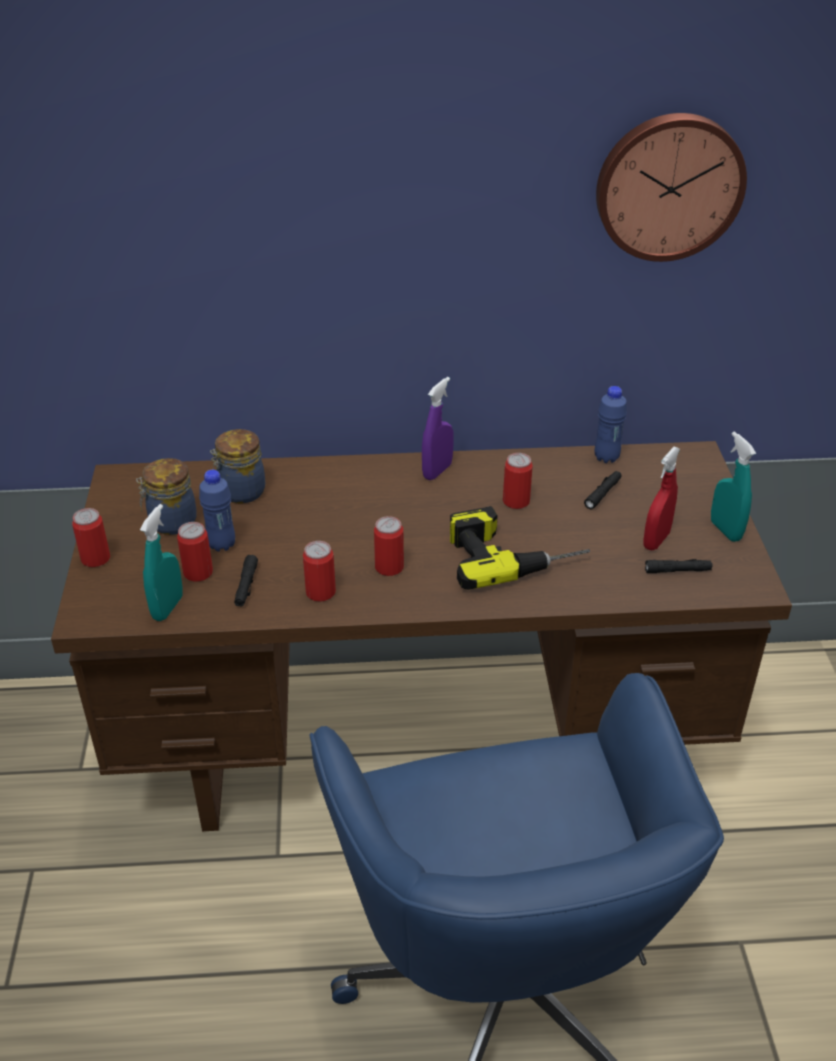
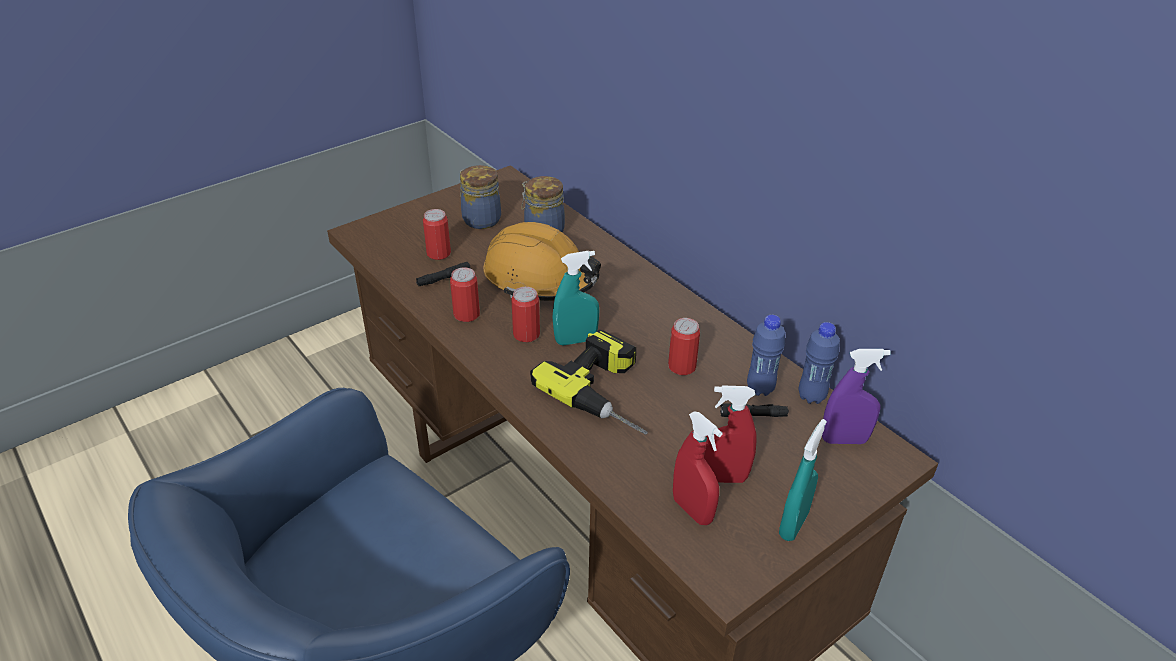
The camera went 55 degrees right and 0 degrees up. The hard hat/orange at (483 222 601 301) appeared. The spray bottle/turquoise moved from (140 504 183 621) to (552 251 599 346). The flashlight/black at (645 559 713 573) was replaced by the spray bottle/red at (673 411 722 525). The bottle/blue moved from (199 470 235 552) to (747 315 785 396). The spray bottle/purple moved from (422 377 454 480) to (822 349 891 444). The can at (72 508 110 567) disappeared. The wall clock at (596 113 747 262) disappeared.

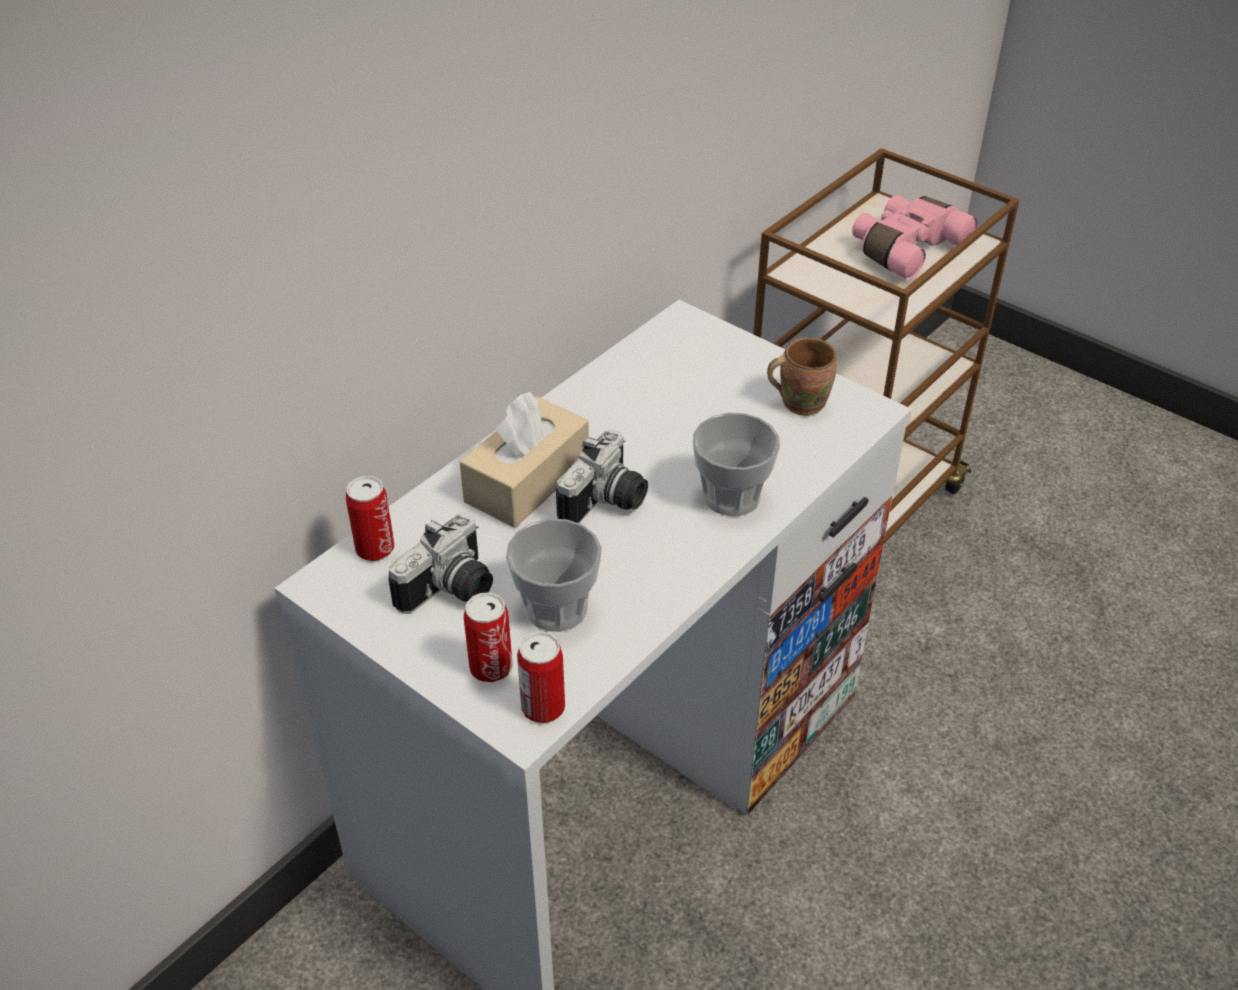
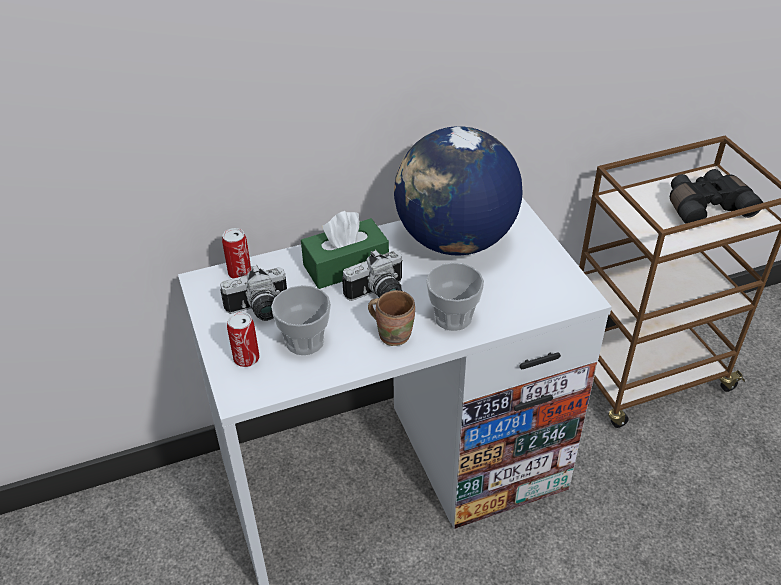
The camera went 30 degrees right and 0 degrees up. The tissue box/beige at (460 392 589 528) became the tissue box/green at (301 211 389 289). The mug/brown moved from (767 337 836 416) to (368 290 415 346). The globe at (394 126 523 256) appeared. The binoculars/pink at (852 195 978 279) became the binoculars/black at (670 169 763 224). The can at (517 631 565 723) disappeared.

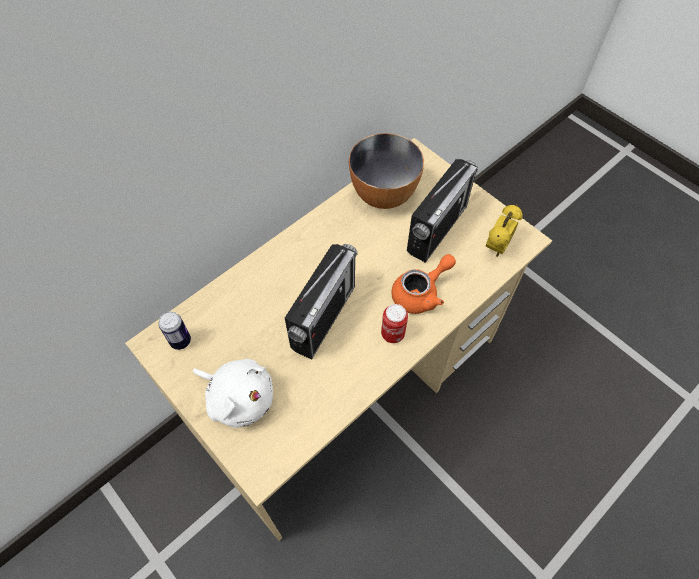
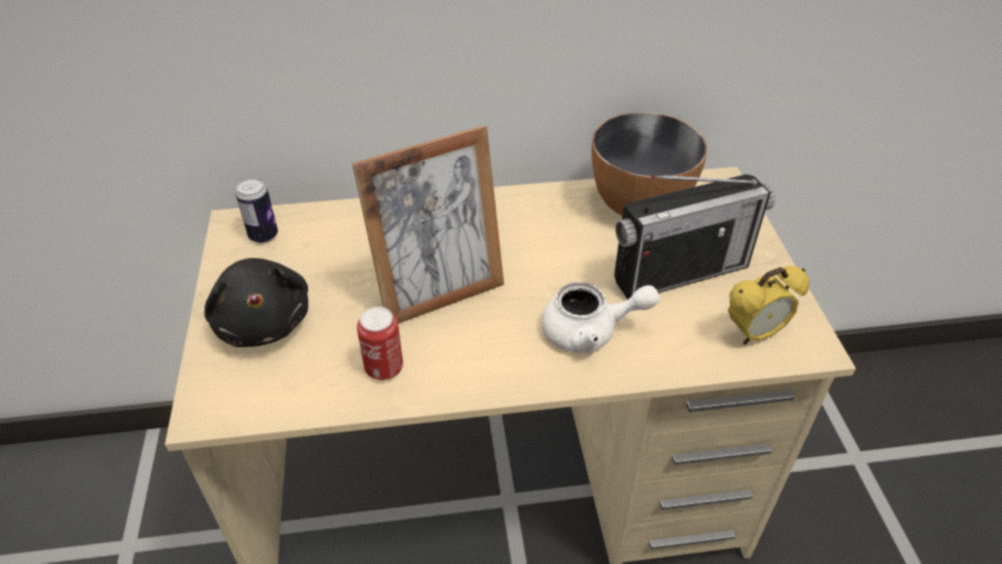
The camera went 35 degrees right and 15 degrees down. The plush toy/white at (193 359 273 428) became the plush toy/black at (204 258 308 347). The radio at (285 244 358 360) was replaced by the picture frame at (352 125 504 324). The can moved from (381 304 408 343) to (357 307 403 380). The teapot/orange at (391 254 456 314) became the teapot/white at (541 282 660 353).

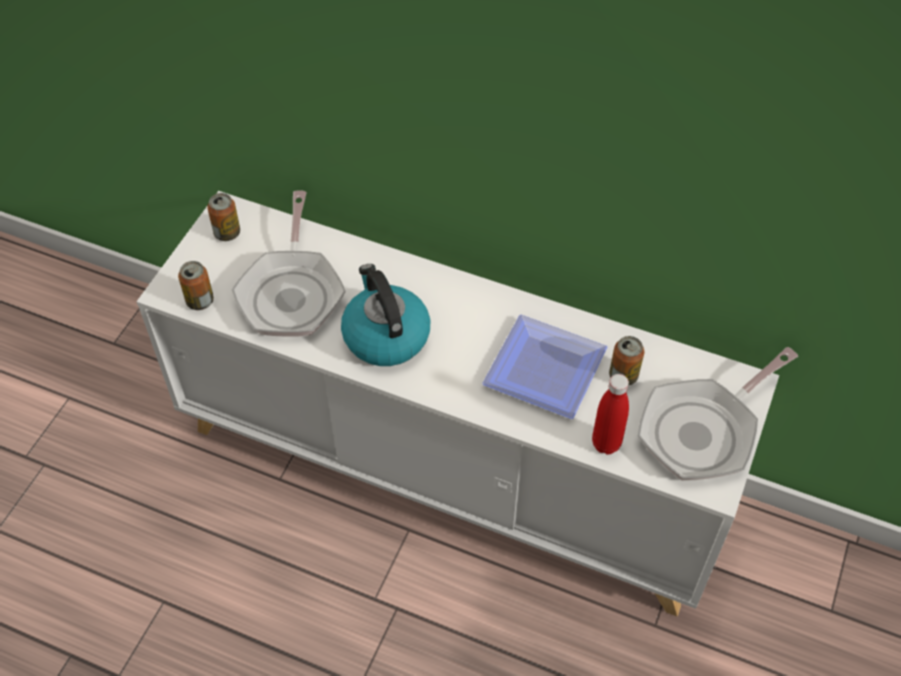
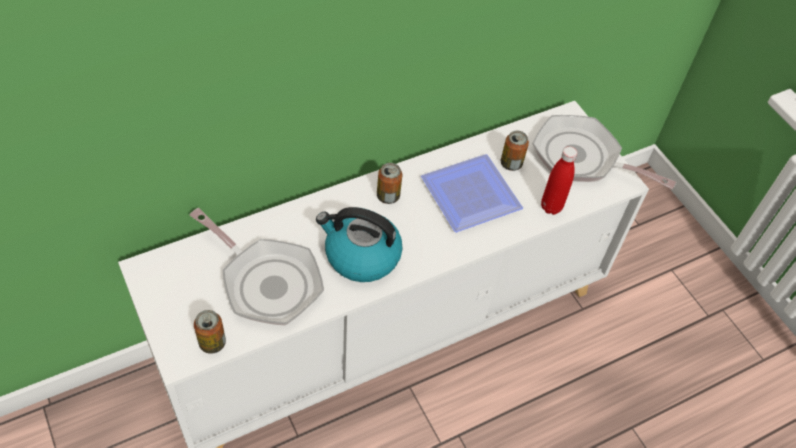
The camera went 55 degrees left and 0 degrees up. The can moved from (207 193 240 241) to (377 163 402 204). The frying pan at (637 347 798 481) turned 120 degrees clockwise.

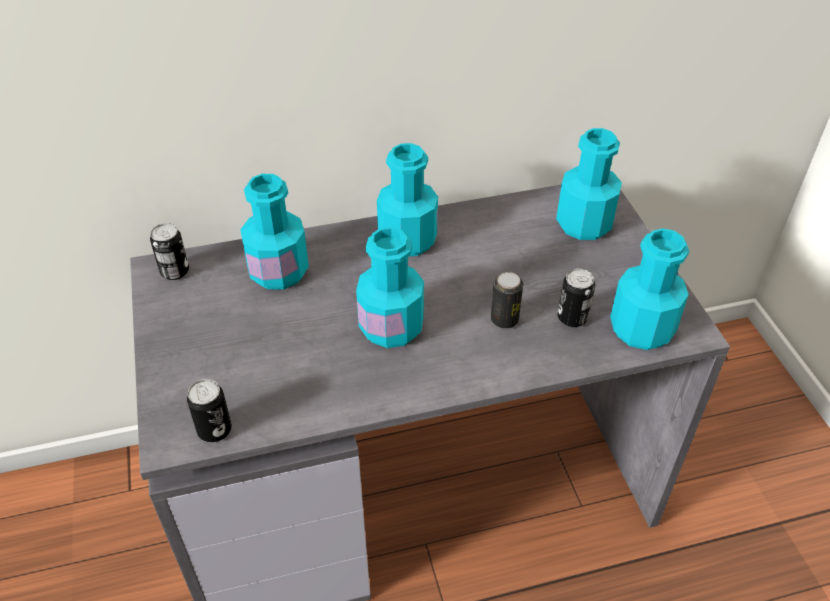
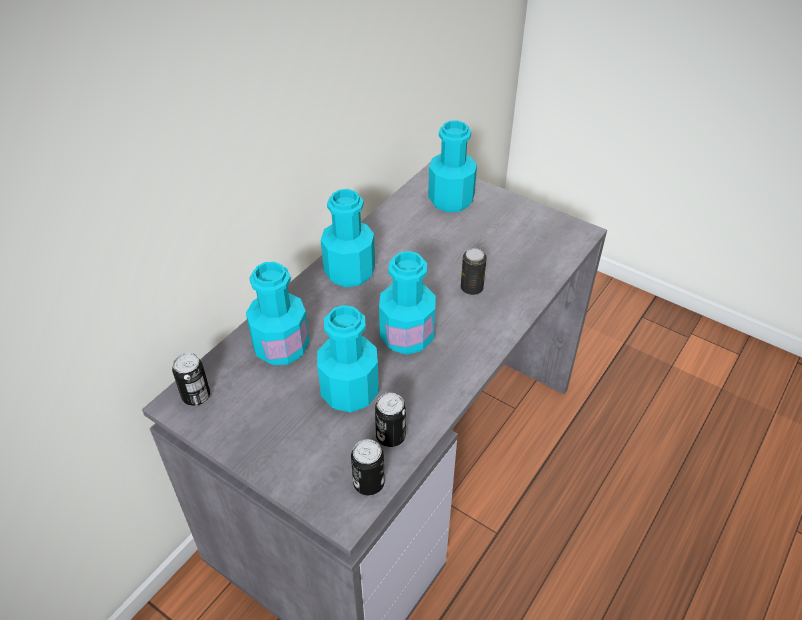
The camera went 40 degrees left and 0 degrees up. The bottle/turquoise moved from (610 228 689 350) to (317 305 379 412). The can moved from (558 269 595 327) to (375 393 406 447).

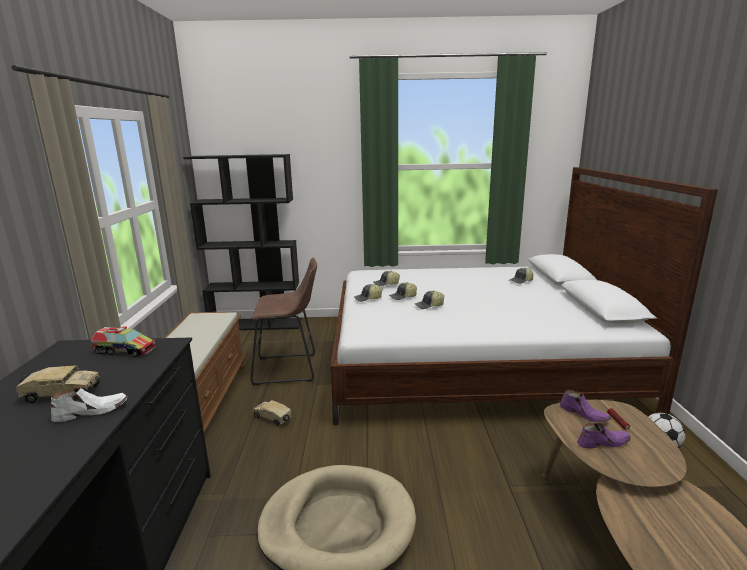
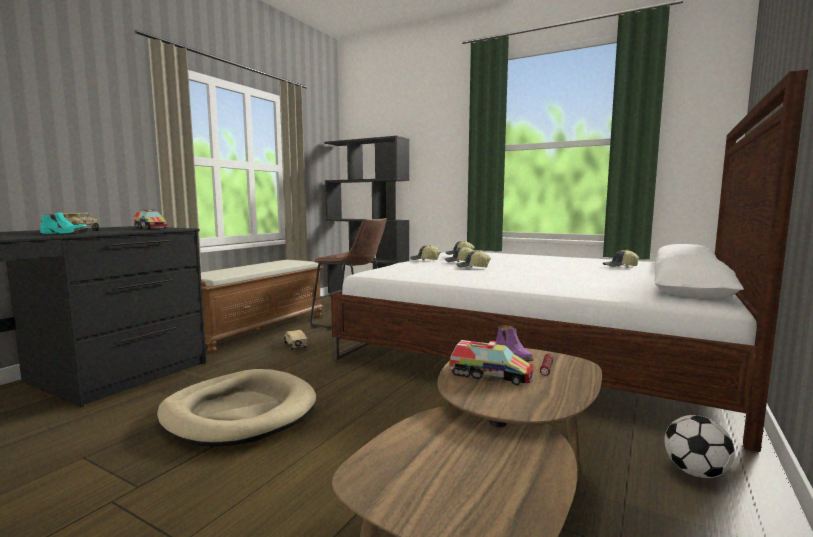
The camera went 30 degrees right and 10 degrees down. The shoe/white at (51 387 128 422) became the shoe/turquoise at (40 213 89 234). The shoe/purple at (577 423 631 449) was replaced by the toy truck at (449 340 534 385).

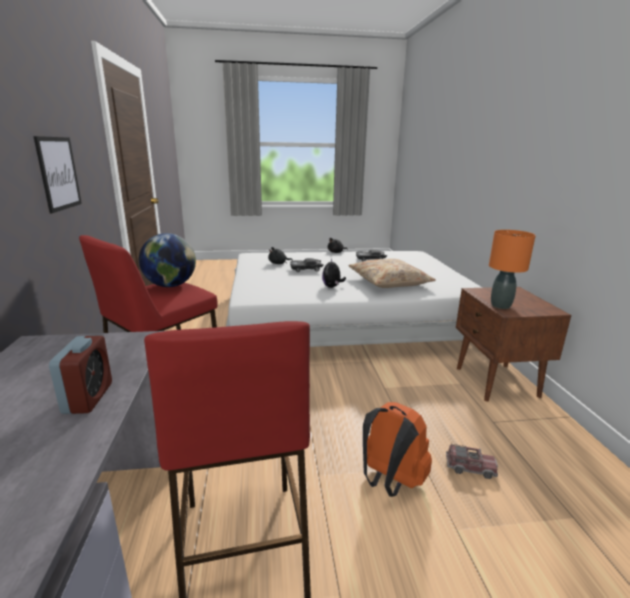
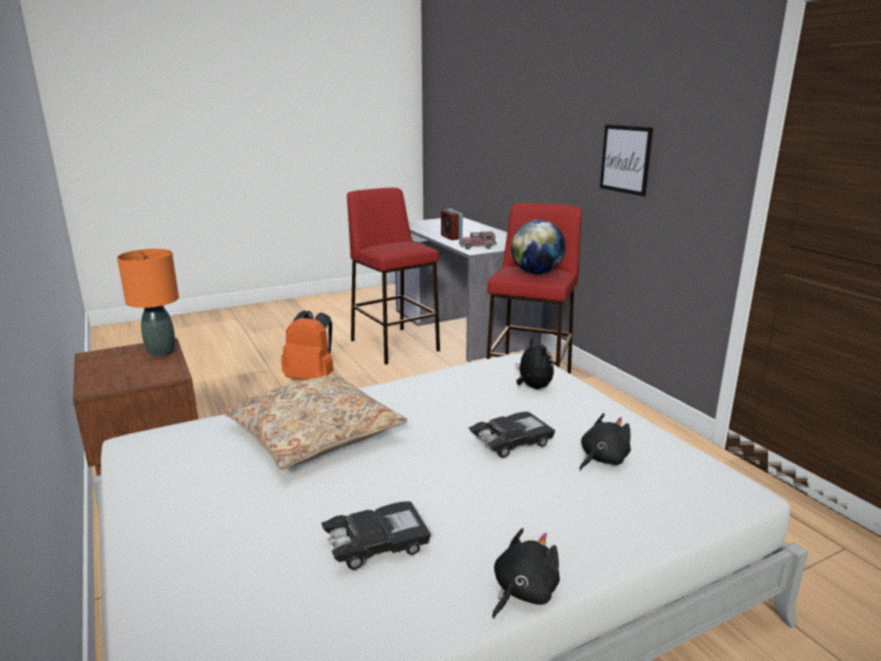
The camera went 160 degrees right and 0 degrees up. The toy truck moved from (446 444 498 479) to (459 231 497 250). The plush toy moved from (322 259 346 288) to (516 336 554 389).

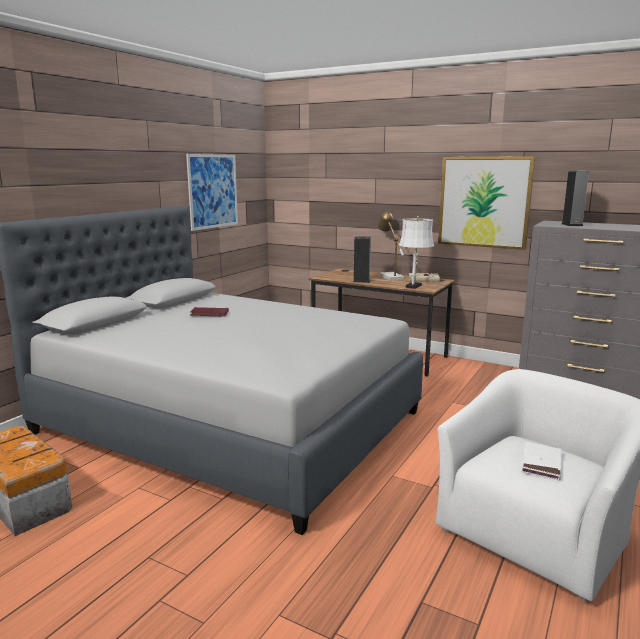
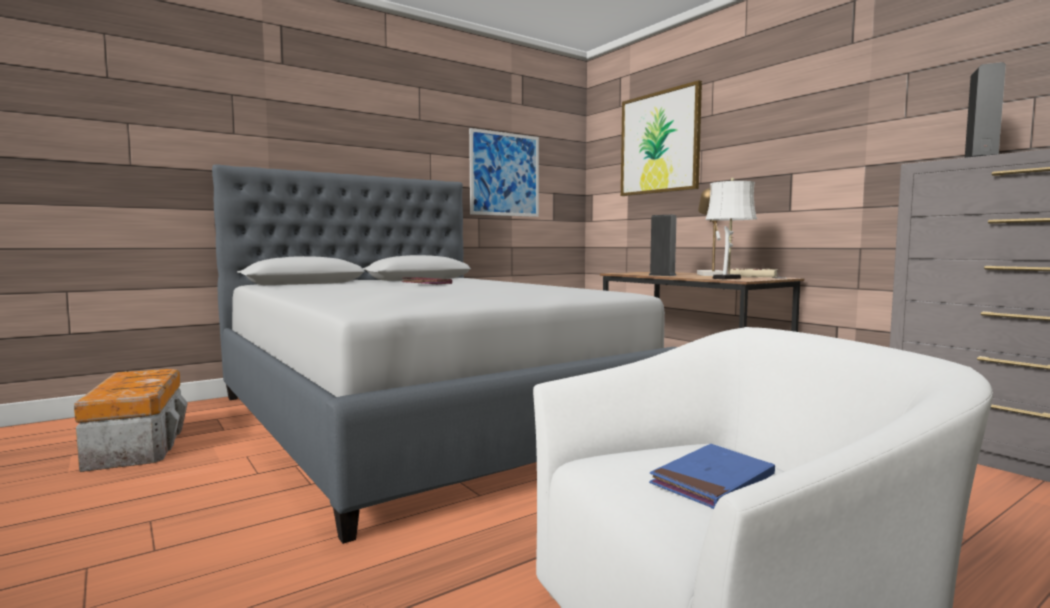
The camera went 25 degrees right and 10 degrees down. The picture moved from (438 156 535 250) to (621 80 702 196). The book/white at (521 442 562 481) became the book/blue at (649 444 775 509).

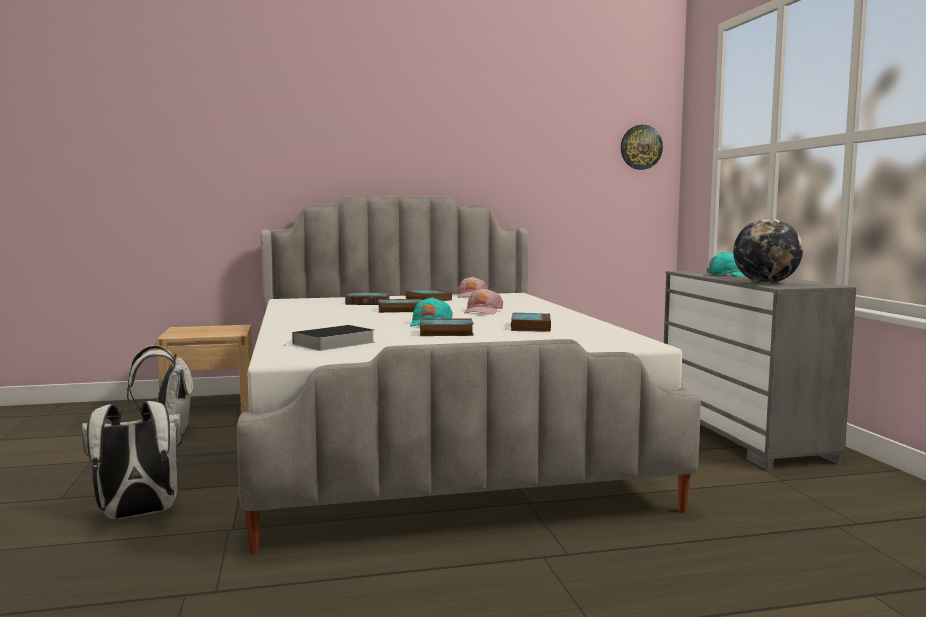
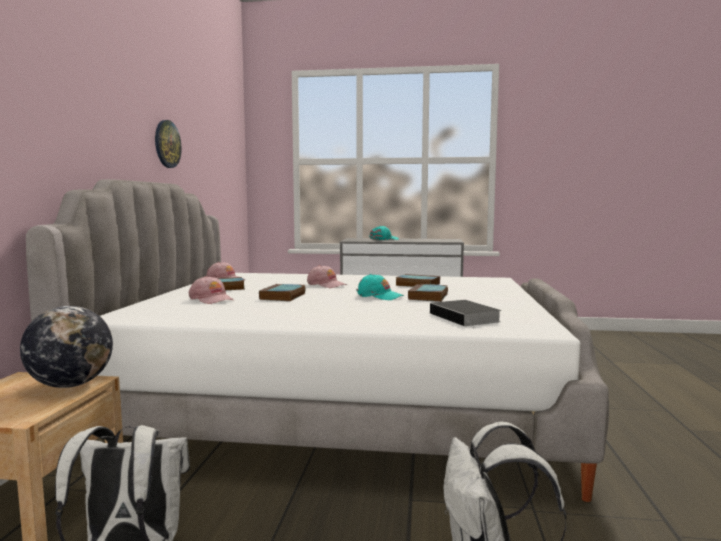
The camera went 70 degrees left and 0 degrees up. The globe moved from (733 218 803 283) to (20 306 113 388). The wall clock moved from (621 125 663 170) to (155 120 181 168). The book at (345 293 390 305) was replaced by the cap/pink at (189 276 234 304).

